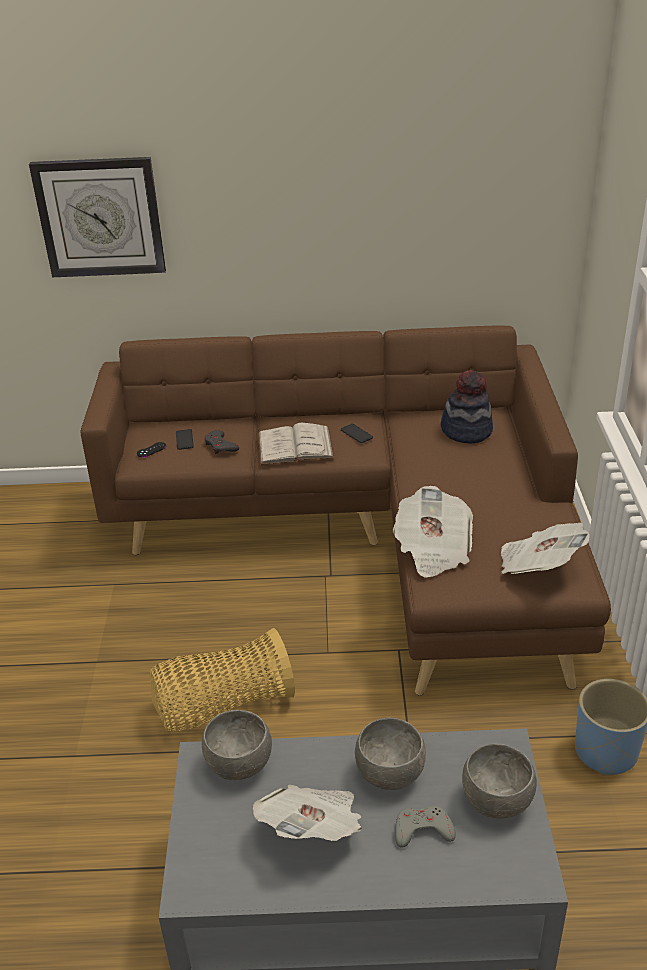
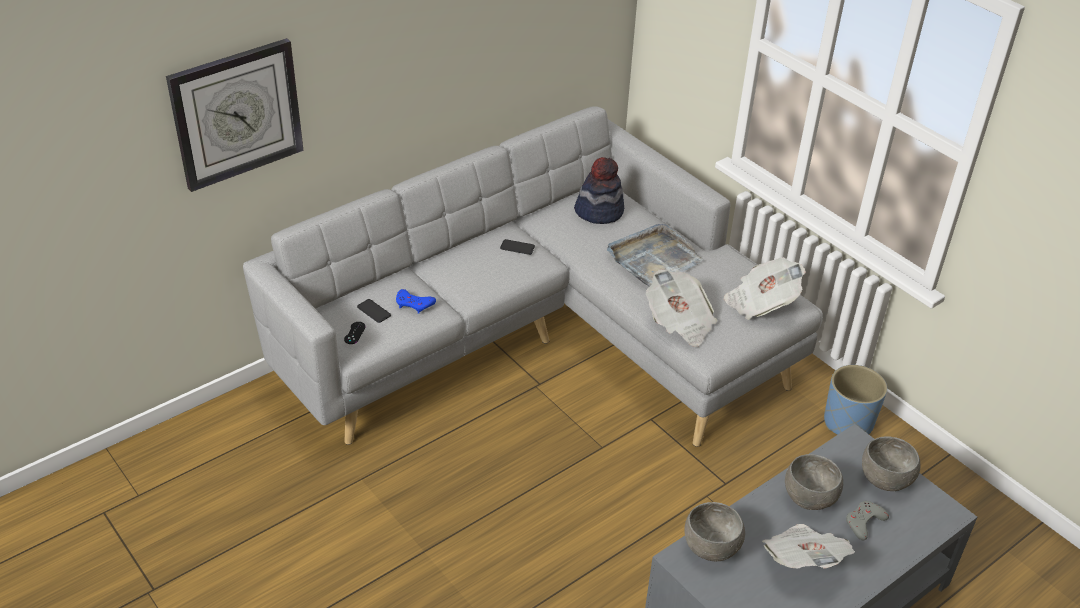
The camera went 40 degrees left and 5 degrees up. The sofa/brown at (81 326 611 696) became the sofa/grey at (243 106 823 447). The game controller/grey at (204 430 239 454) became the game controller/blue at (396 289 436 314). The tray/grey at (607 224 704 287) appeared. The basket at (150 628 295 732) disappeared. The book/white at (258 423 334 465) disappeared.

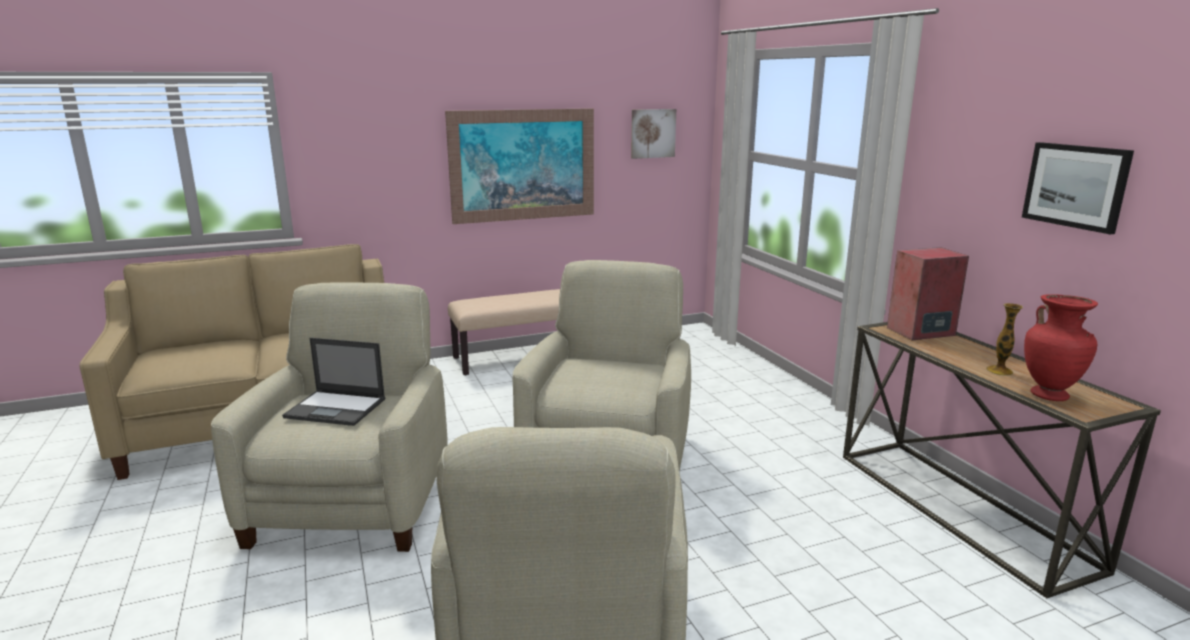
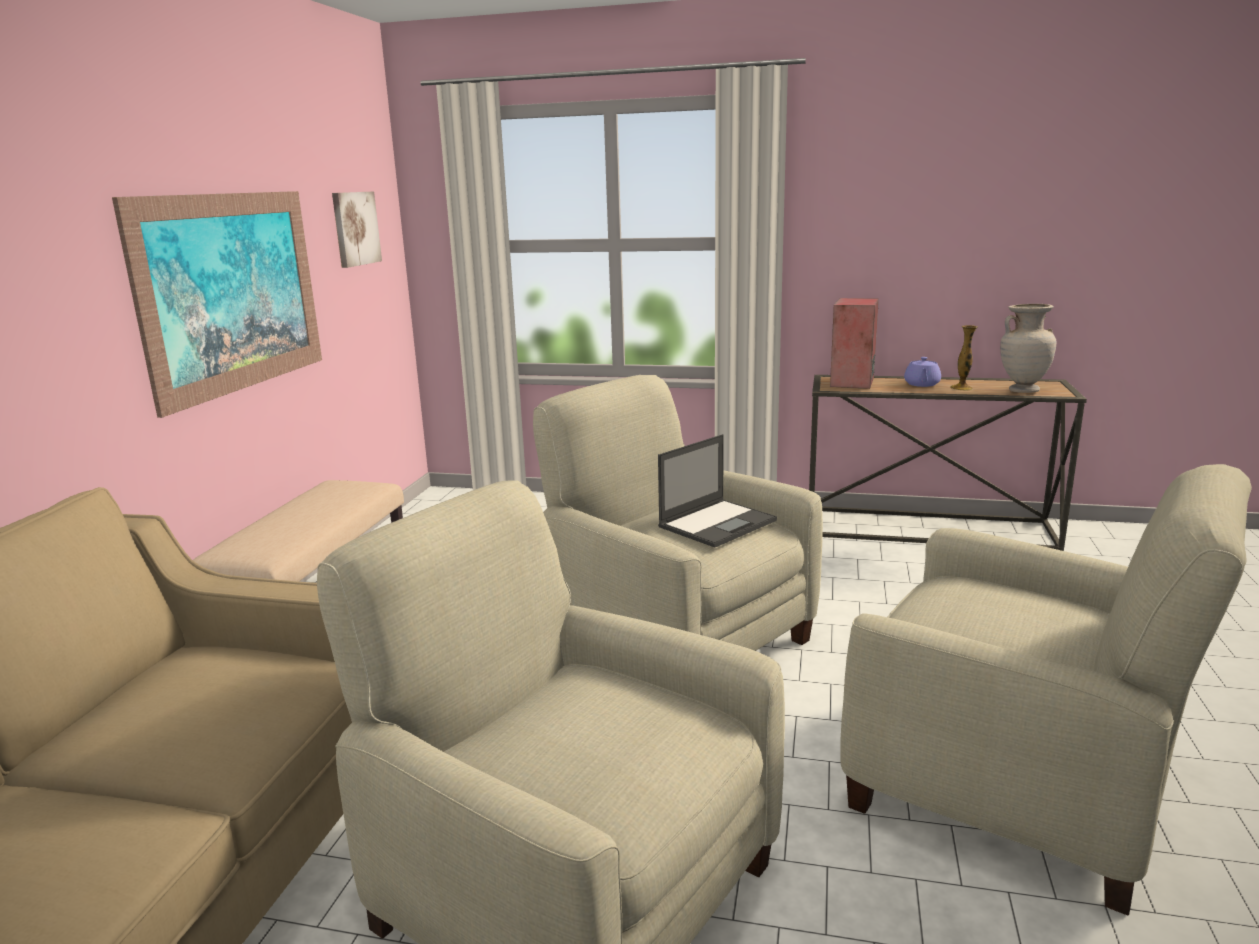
The camera went 55 degrees left and 0 degrees up. The laptop moved from (282 338 385 426) to (658 434 777 548). The teapot/purple at (904 357 941 387) appeared. The vase/red at (1024 294 1098 401) became the vase/beige at (1000 304 1056 393). The picture at (1022 142 1134 234) disappeared.

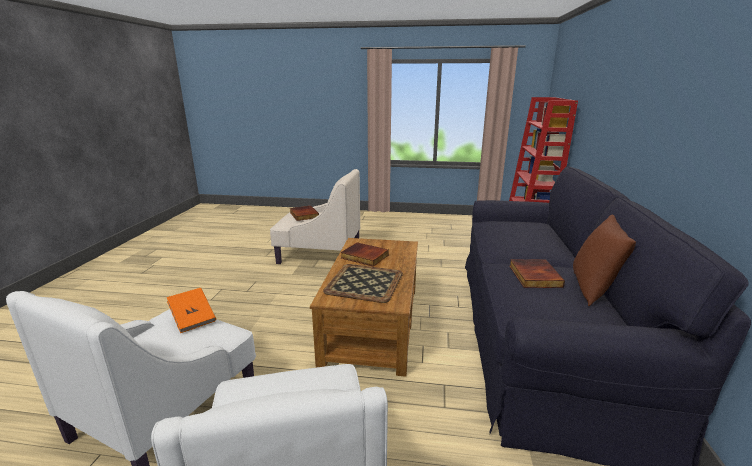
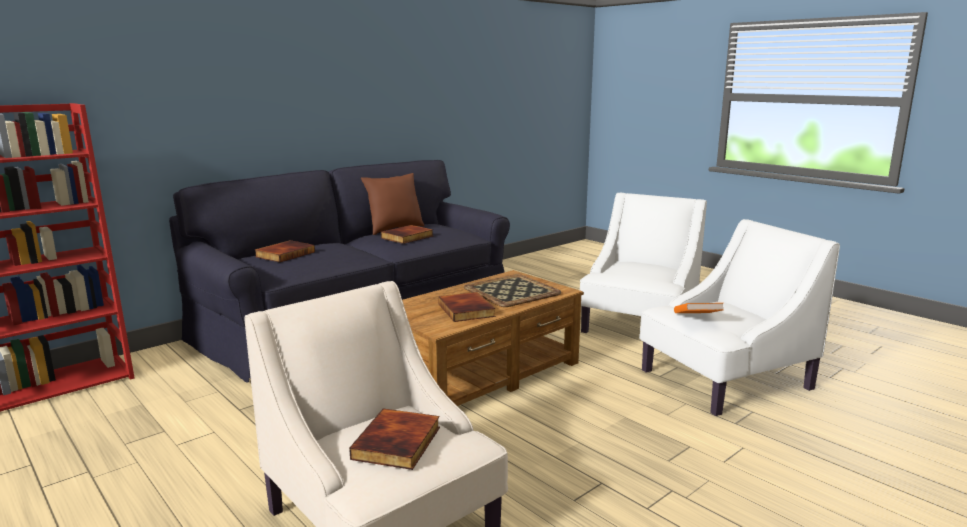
The camera went 140 degrees left and 5 degrees down. The book at (255 240 315 262) appeared.

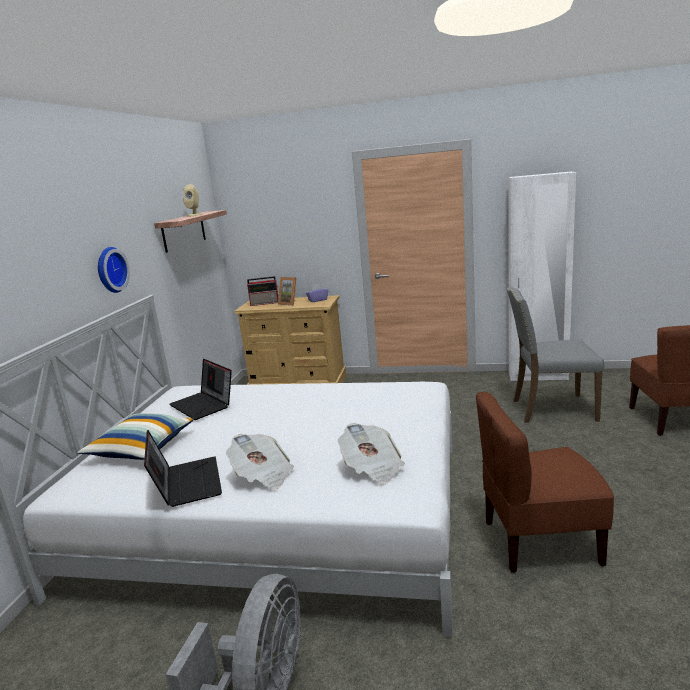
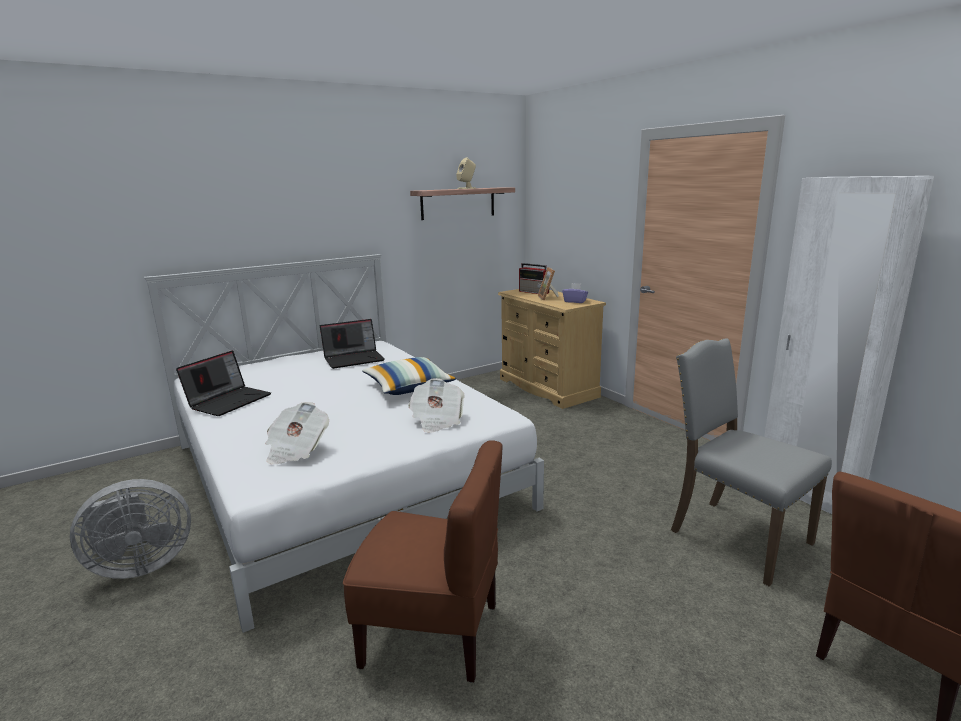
The camera went 45 degrees right and 0 degrees up. The laptop at (169 359 232 420) turned 120 degrees counterclockwise. The chair/brown at (476 392 614 573) turned 150 degrees clockwise. The pillow moved from (77 413 194 460) to (362 357 456 395). The newspaper moved from (226 434 294 489) to (408 378 465 433). The wall clock at (98 247 130 293) disappeared.

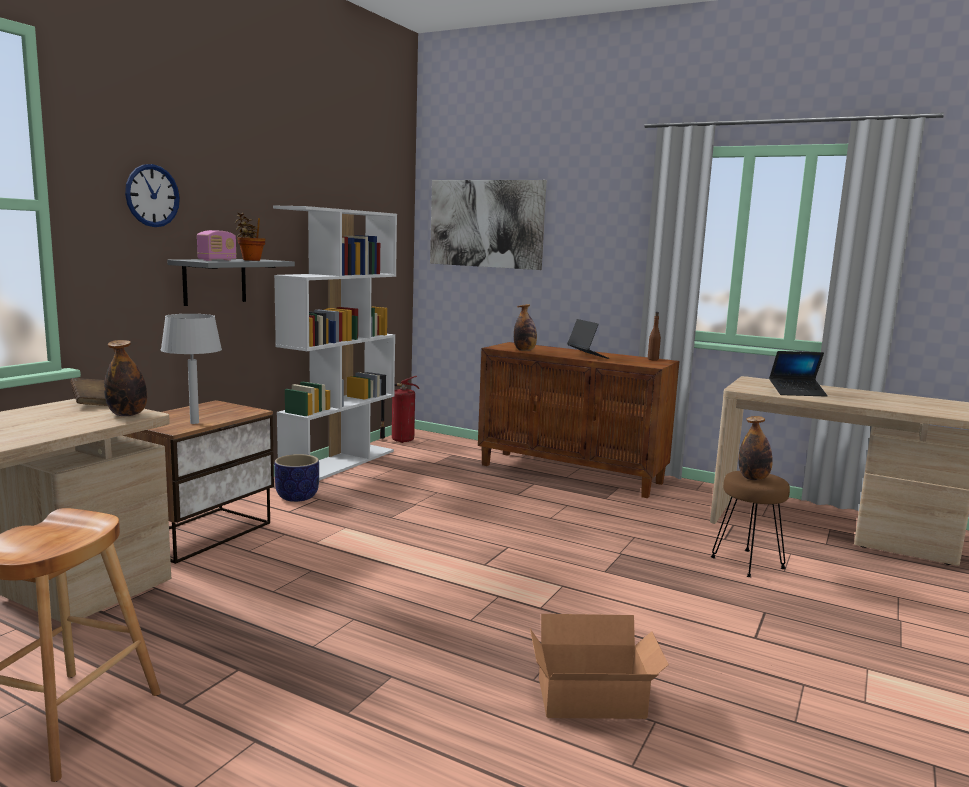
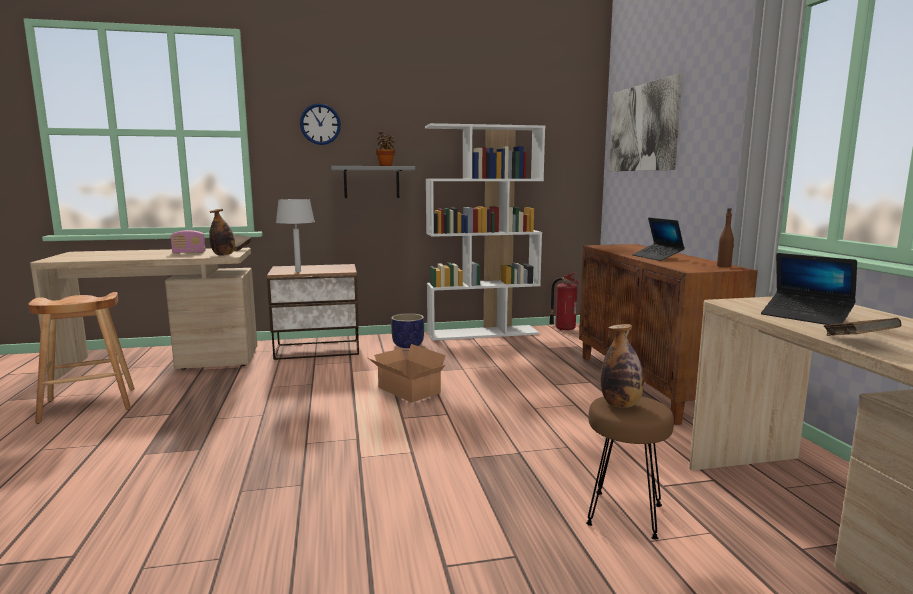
The camera went 50 degrees right and 0 degrees up. The radio moved from (197 230 237 261) to (171 230 205 254). The cardboard box moved from (530 614 669 719) to (368 344 446 403). The laptop at (567 319 609 359) turned 135 degrees clockwise. The book/brown at (824 318 902 336) appeared. The bottle at (514 304 537 351) disappeared.

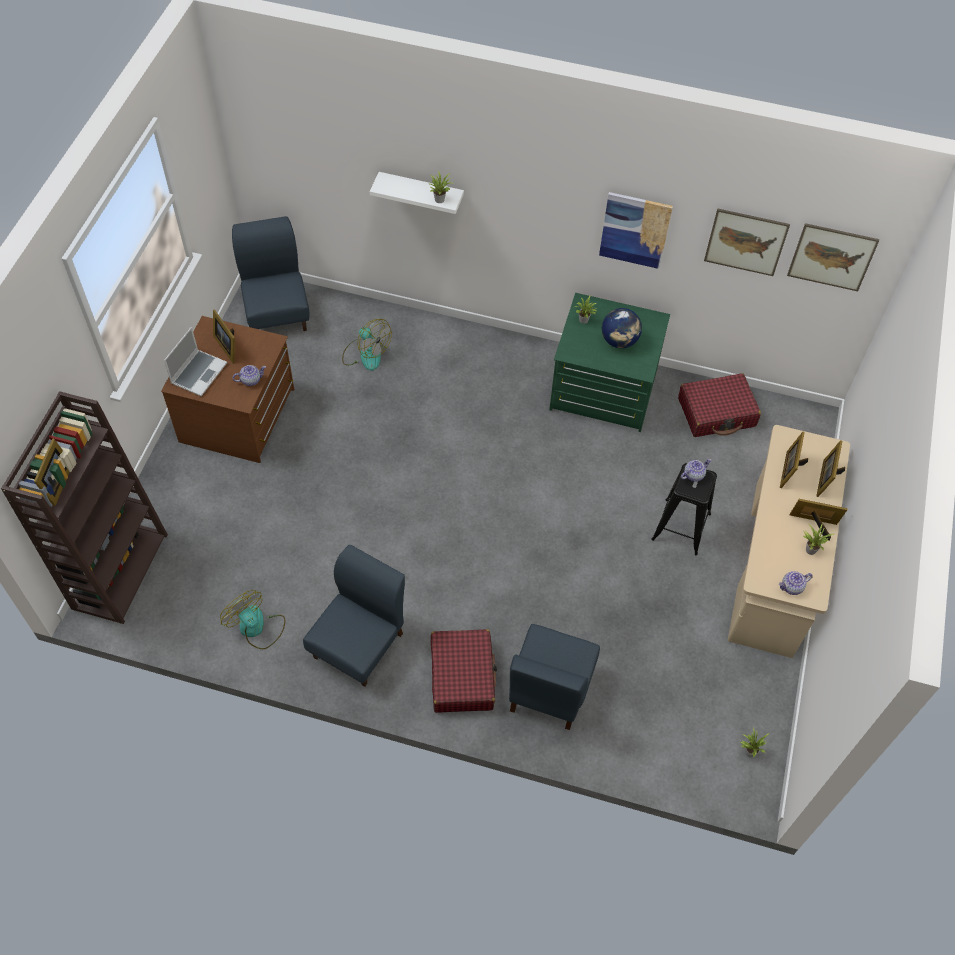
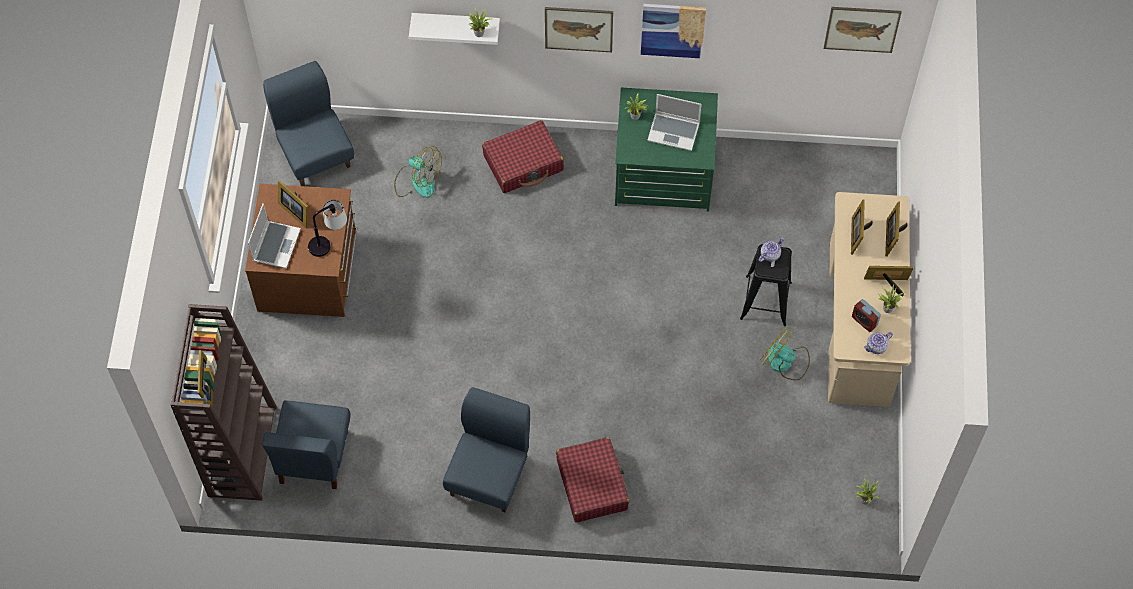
The camera went 10 degrees left and 5 degrees up. The chair/blue moved from (509 624 600 730) to (262 401 351 489). The teapot at (233 365 266 386) was replaced by the table lamp at (308 200 347 257). The suitcase/red moved from (678 373 761 437) to (482 120 564 193). The picture moved from (704 208 790 276) to (545 7 613 52). The globe at (602 308 642 348) was replaced by the laptop at (647 94 702 151). The fan moved from (220 590 285 649) to (760 328 810 380). The alarm clock at (852 299 881 332) appeared.

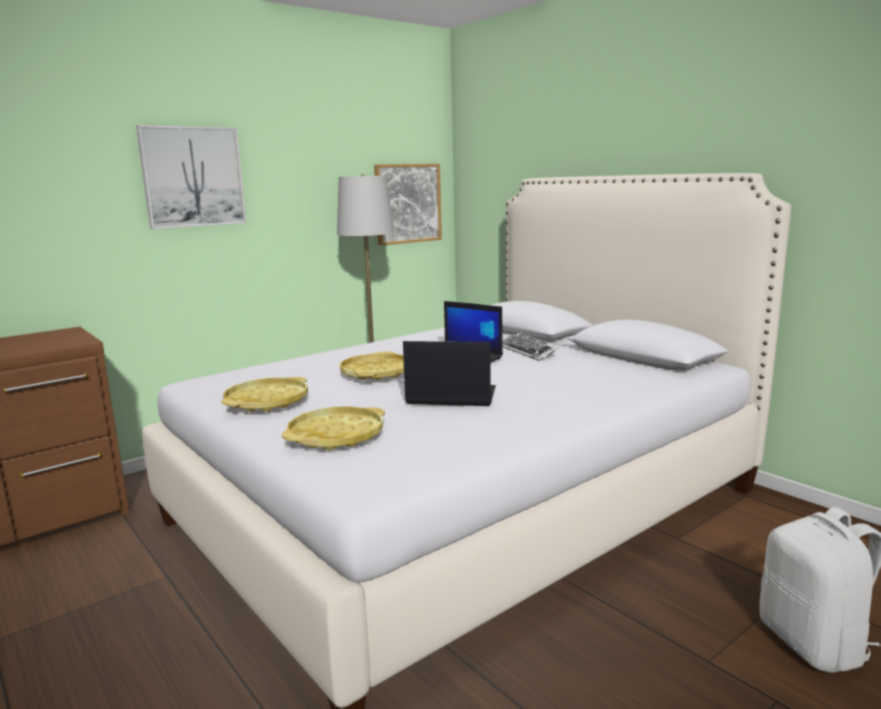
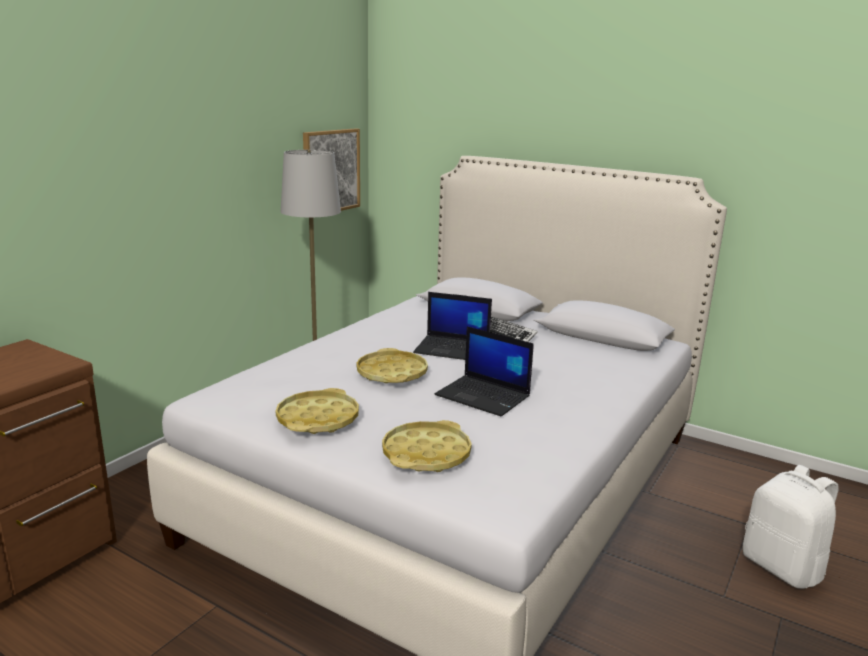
The camera went 20 degrees left and 5 degrees up. The laptop at (403 341 496 406) turned 135 degrees counterclockwise. The picture at (136 125 246 229) disappeared.

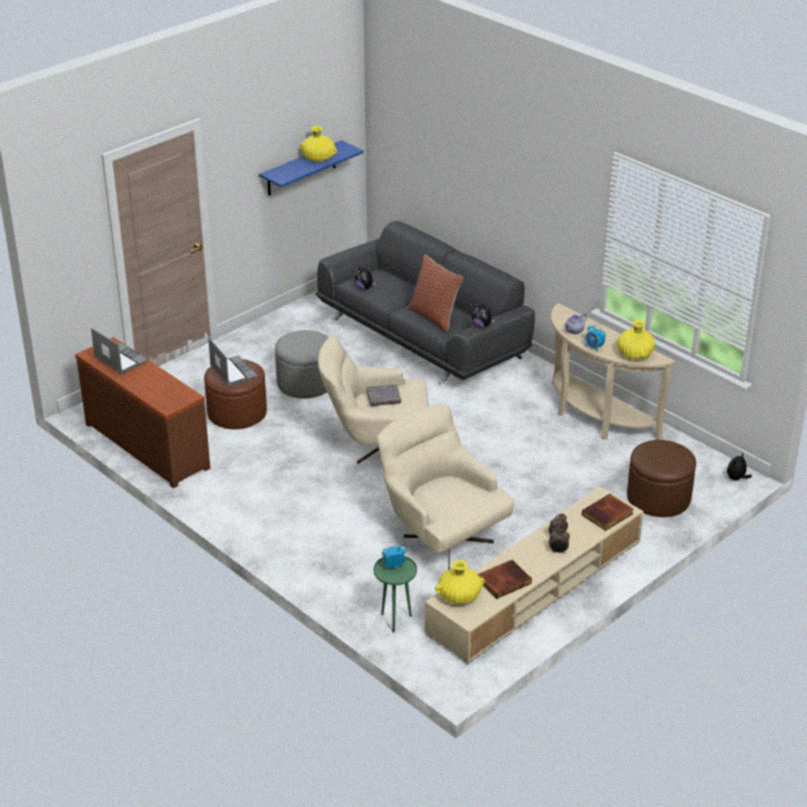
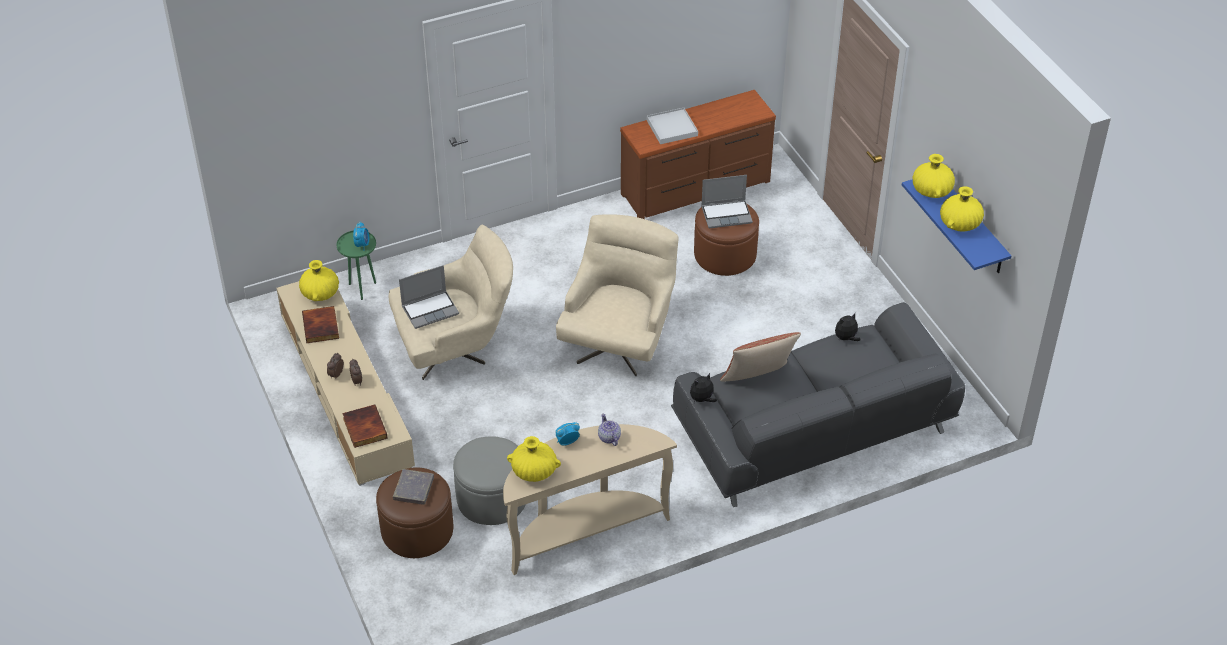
The camera went 110 degrees right and 10 degrees up. The book/grey moved from (367 384 401 406) to (393 469 434 505). The laptop moved from (91 328 148 374) to (399 265 459 329). The ottoman/grey moved from (275 330 328 399) to (453 436 526 525). The tray/white at (647 107 698 144) appeared. The vase/yellow at (912 154 955 198) appeared. The plush toy at (727 453 752 480) disappeared.

